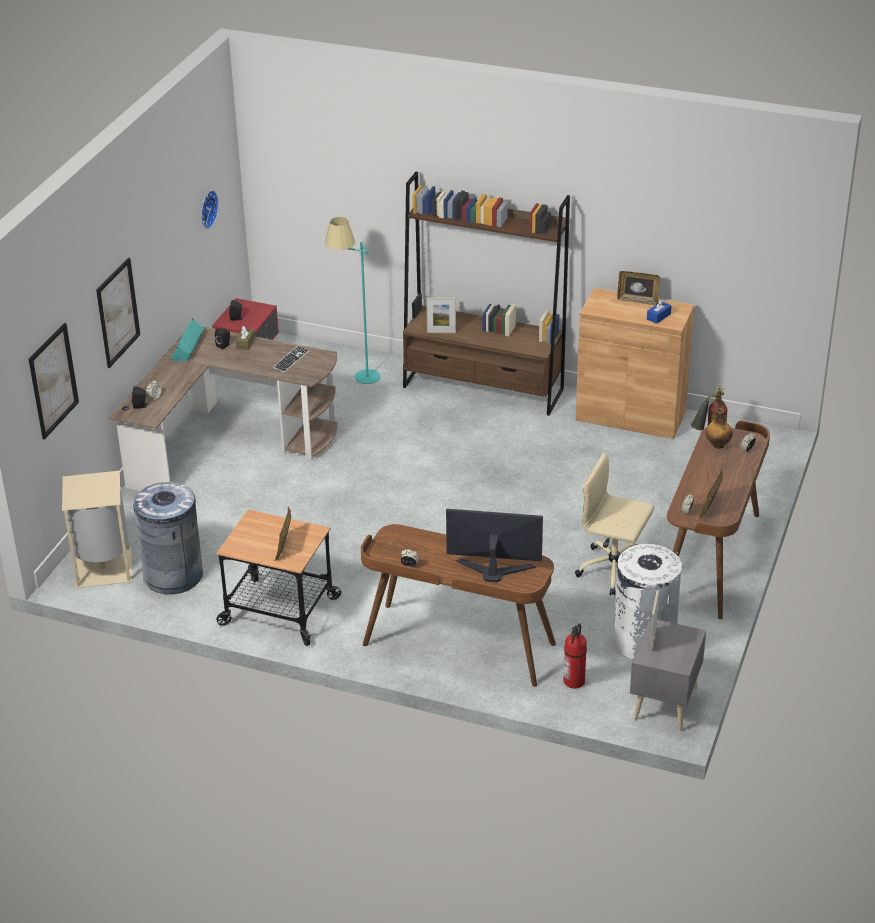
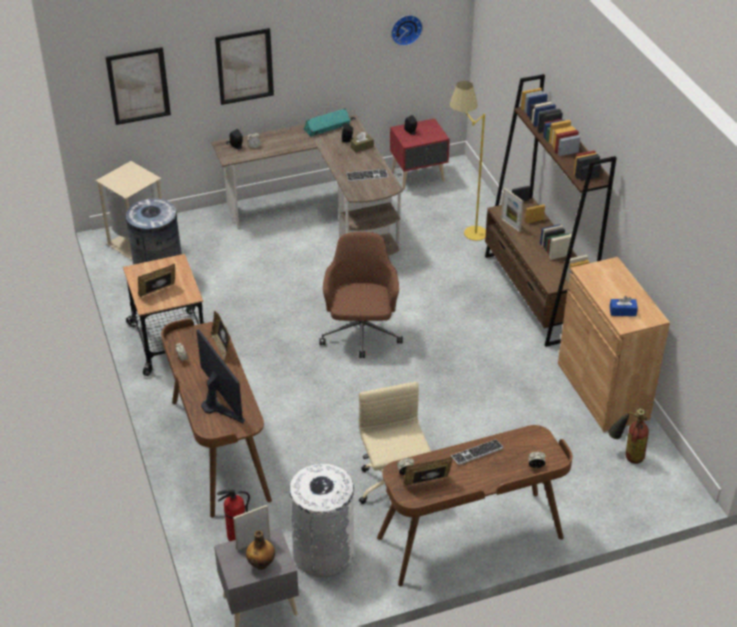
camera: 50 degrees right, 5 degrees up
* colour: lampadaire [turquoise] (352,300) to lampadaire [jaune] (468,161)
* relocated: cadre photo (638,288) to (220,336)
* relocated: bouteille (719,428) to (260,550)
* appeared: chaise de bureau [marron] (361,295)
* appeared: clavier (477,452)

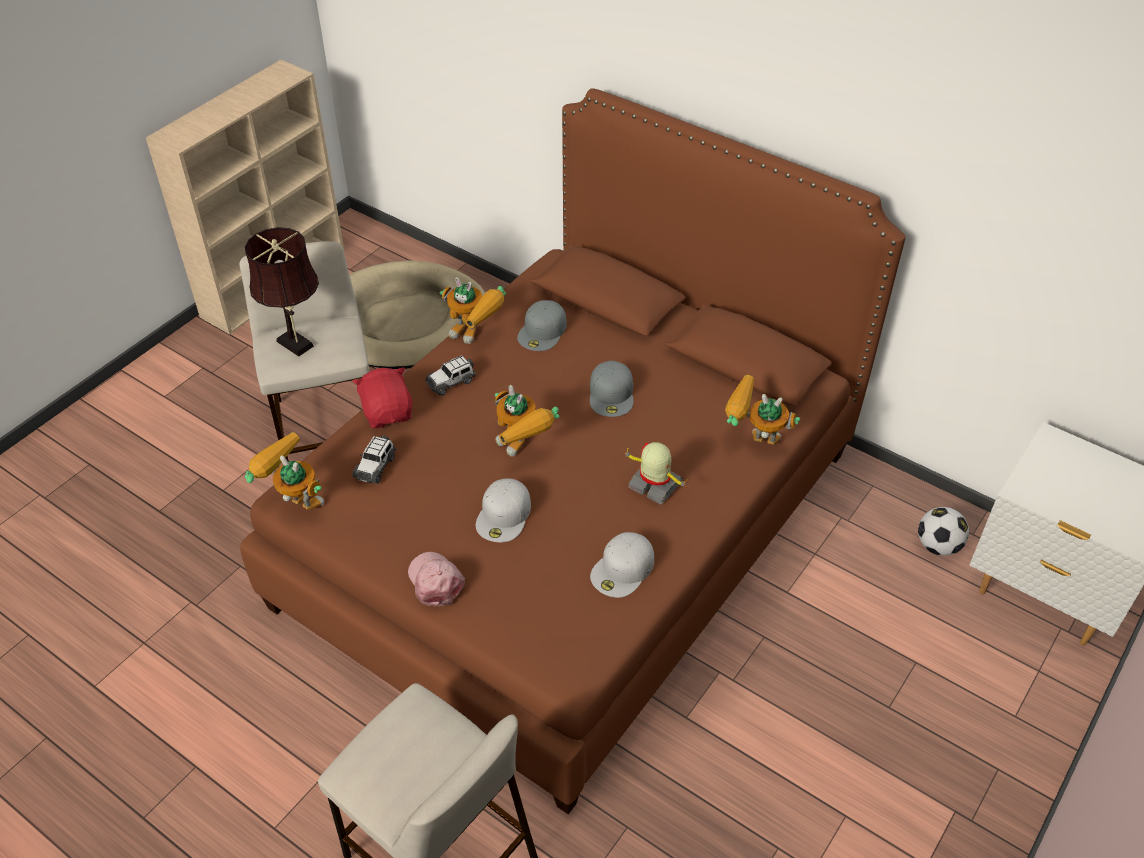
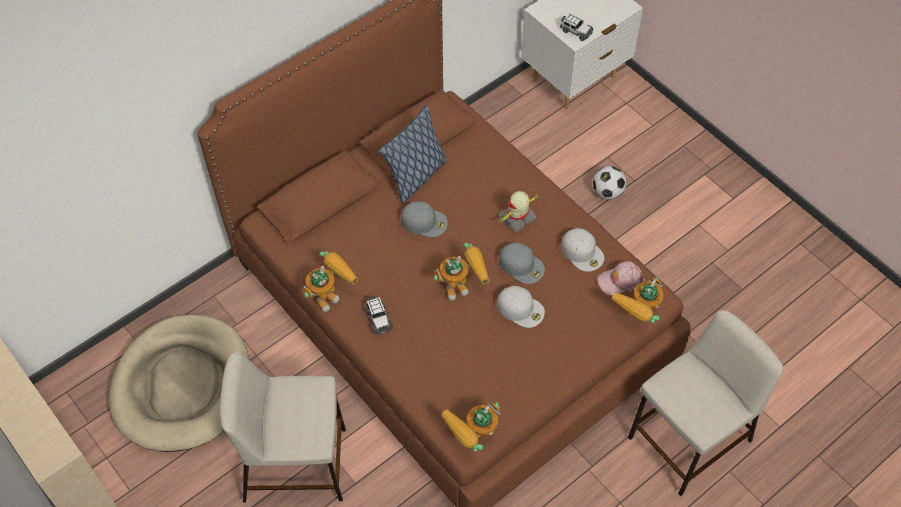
camera: 75 degrees left, 10 degrees up
* missing: lampe de table [marron] (282,292)
* relocated: casquette [gris] (542,325) to (522,263)
* missing: peluche [rouge] (382,397)
* relocated: robot jouet (762,410) to (637,300)
* relocated: petite voiture (374,459) to (576,27)
* relocated: ballon de foot (943,531) to (610,182)
* relocated: casquette [rose] (436,579) to (621,278)
* appeared: coussin (413,155)

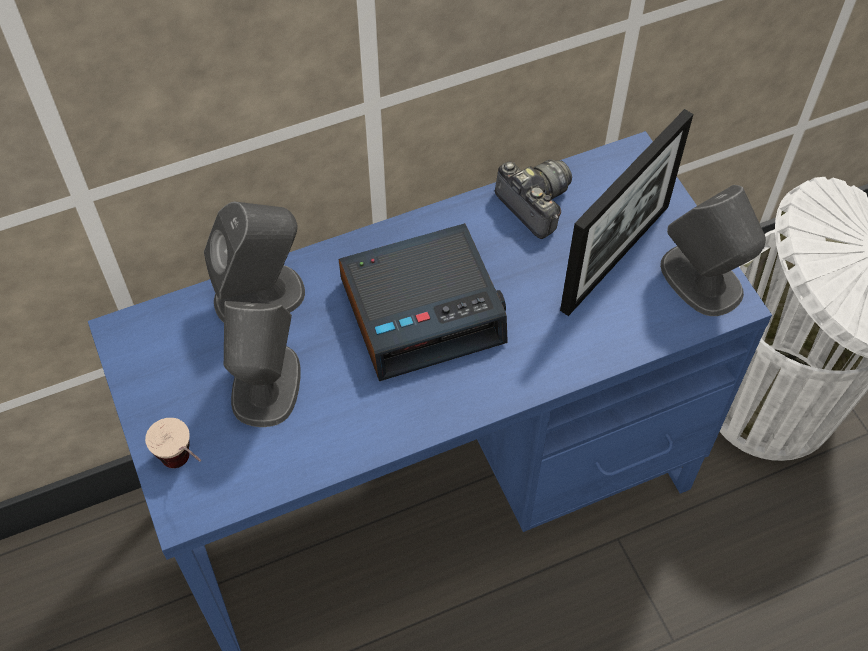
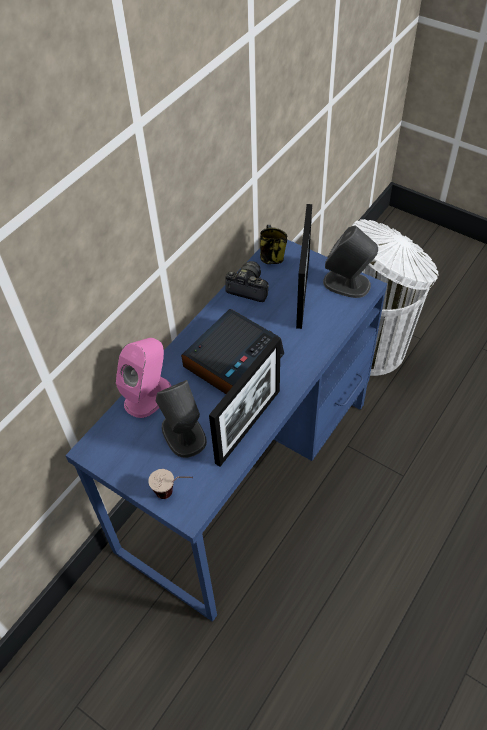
camera: 30 degrees left, 5 degrees down
* colour: enceinte [gris] (254,262) to enceinte [rose] (143,378)
* appeared: mug (274,244)
* appeared: cadre photo (245,401)

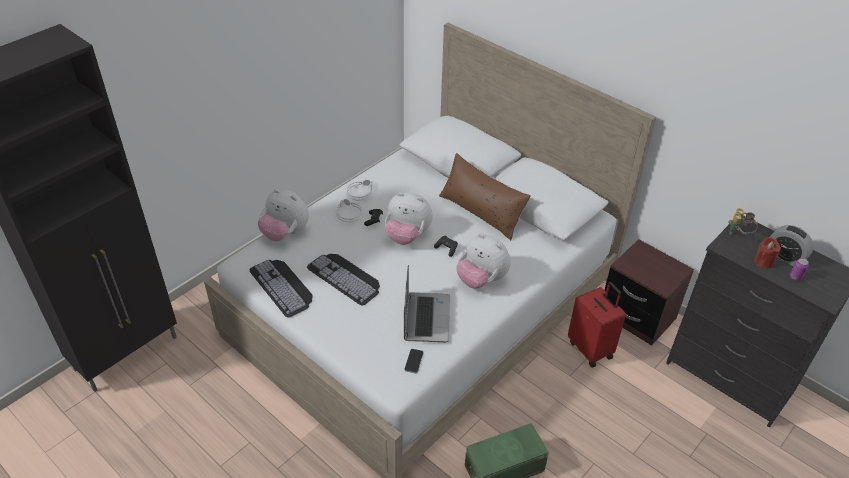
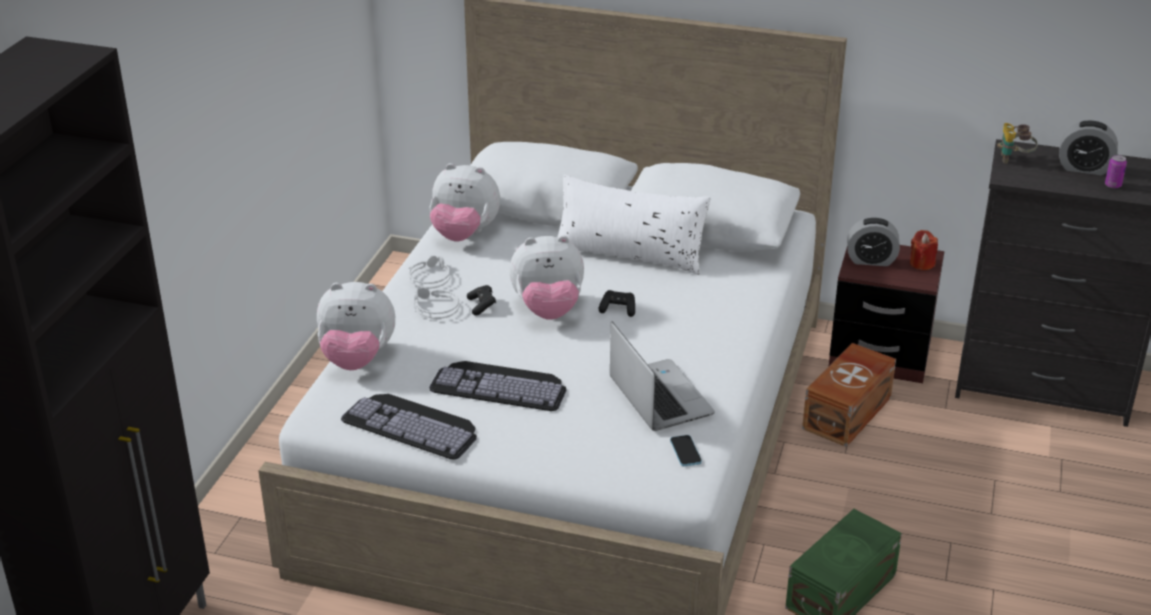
camera: 25 degrees left, 10 degrees down
* colour: coussin [marron] (485,196) to coussin [blanc] (634,225)
* relocated: peluche (484,261) to (464,202)
* relocated: bougie [rouge] (767,252) to (924,250)
* exchanged: valise [rouge] (597,324) to boîte de rangement [marron] (849,395)
* appeared: réveil (873,241)

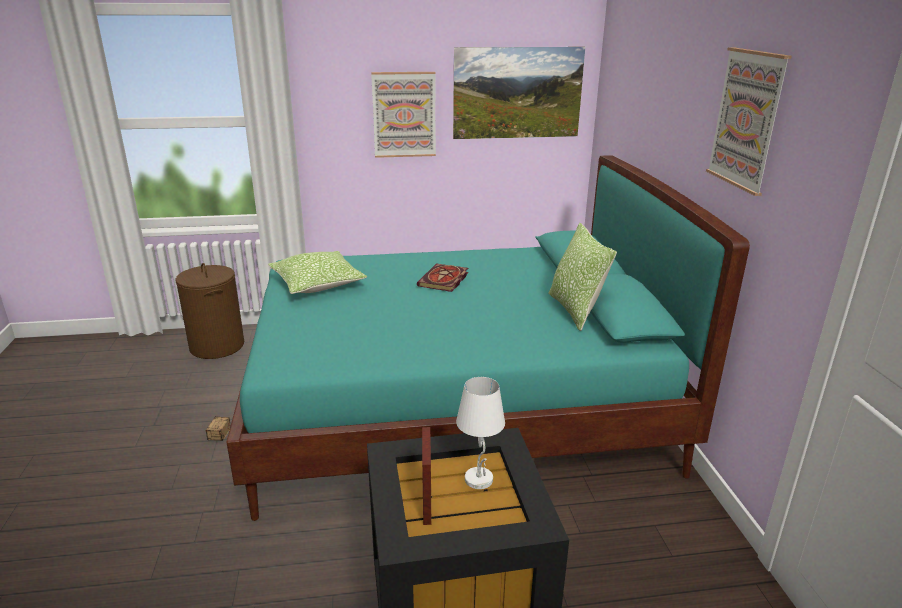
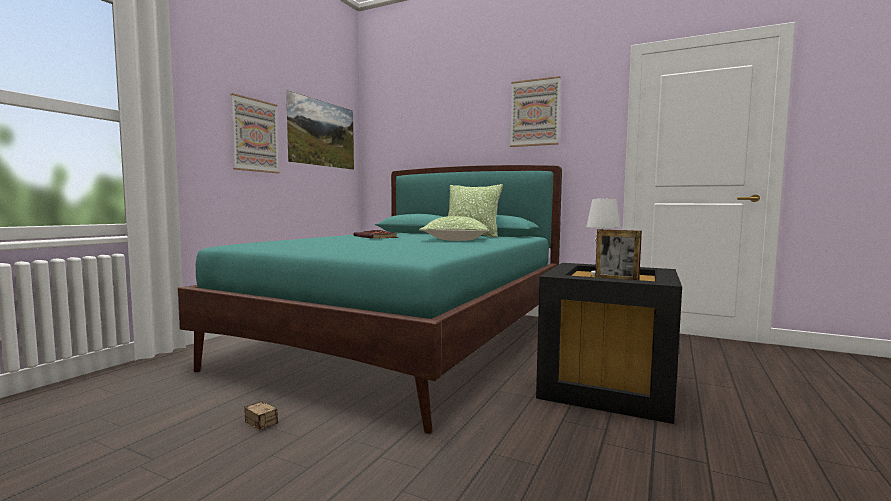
camera: 55 degrees left, 20 degrees down
* relocated: coussin (317,272) to (454,228)
* missing: panier à linge [marron] (209,311)

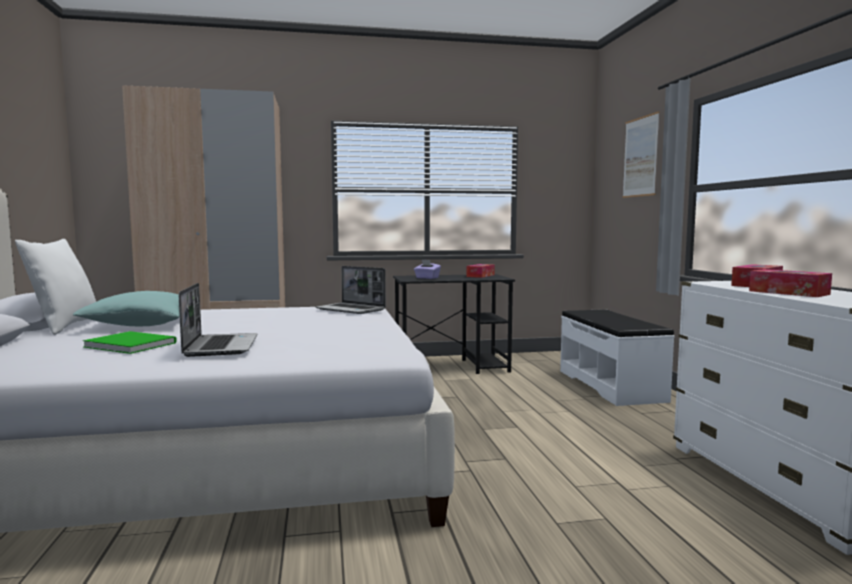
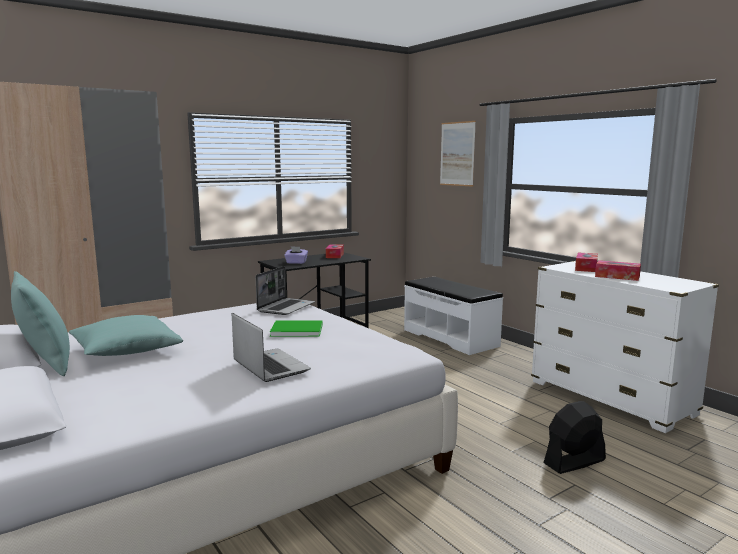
camera: 25 degrees left, 5 degrees up
* colour: coussin [blanc] (55,287) to coussin [turquoise] (40,323)
* spun: ordinateur portable (350,290) = (285,290) 75 degrees counterclockwise
* relocated: livre [vert] (130,342) to (296,329)
* appeared: ventilateur [noir] (575,437)

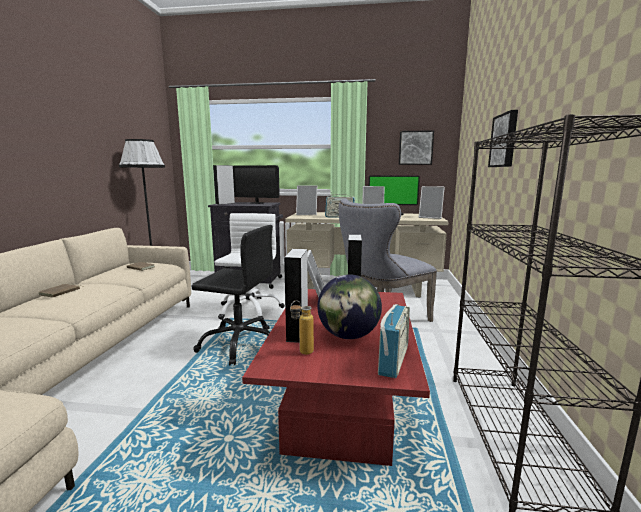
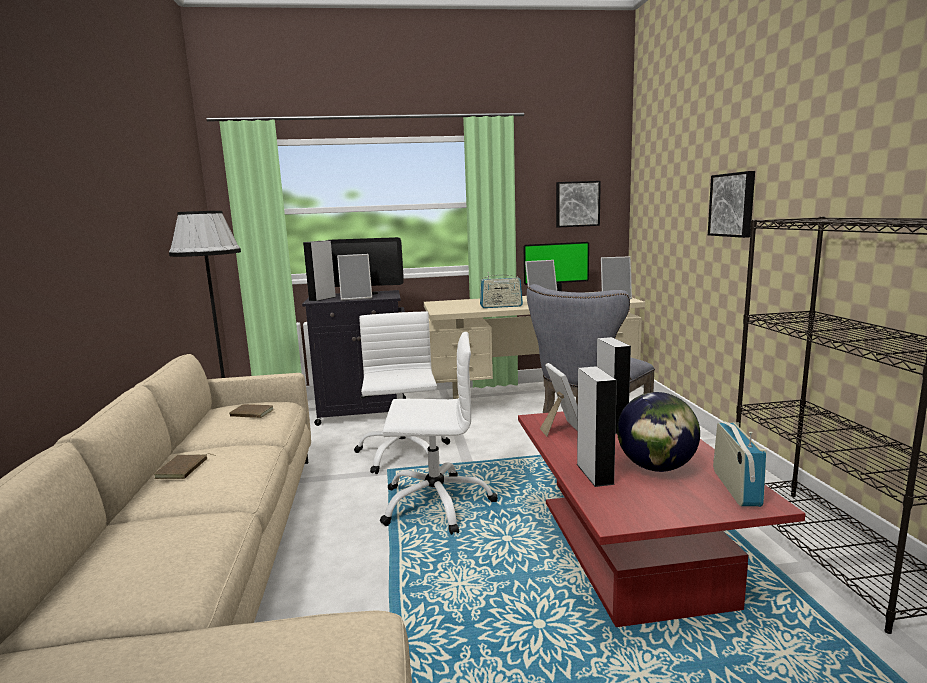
camera: 15 degrees left, 0 degrees up
* relocated: cadre photo (306,200) to (354,277)
* colour: chaise de bureau [noir] (232,295) to chaise de bureau [blanc] (439,433)
* missing: bouteille (302,327)

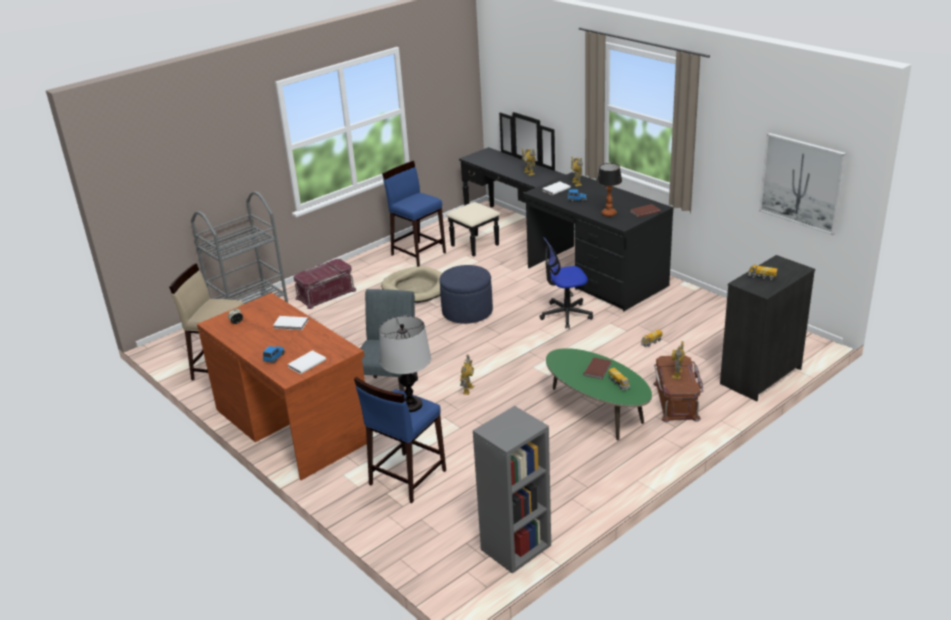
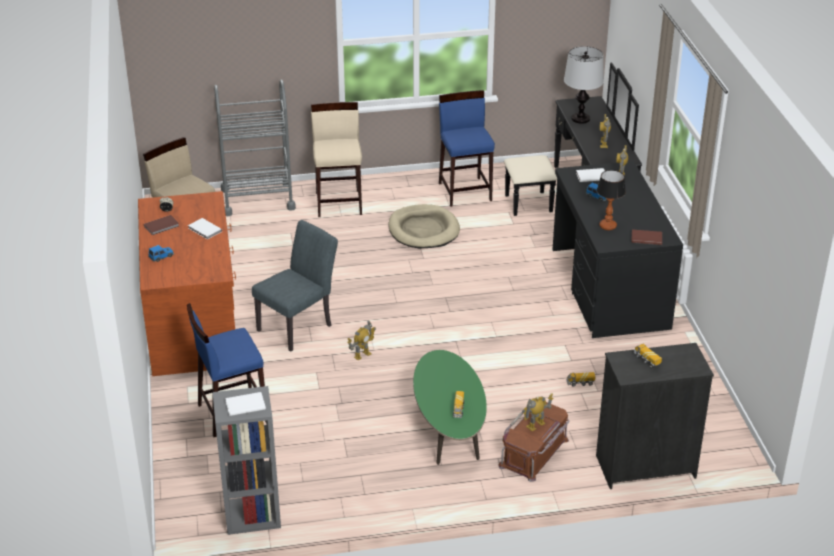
camera: 30 degrees right, 5 degrees up
* missing: tableau (802,184)
* missing: chaise de bureau (566,283)
* exchanged: boîte de rangement [rouge] (325,284) to tabouret [beige] (336,159)
* missing: pouf [bleu] (466,294)
* relocated: lampe de table (405,364) to (584,85)
* relocated: livre [blanc] (307,362) to (245,404)
* relocated: livre [marron] (597,368) to (161,225)

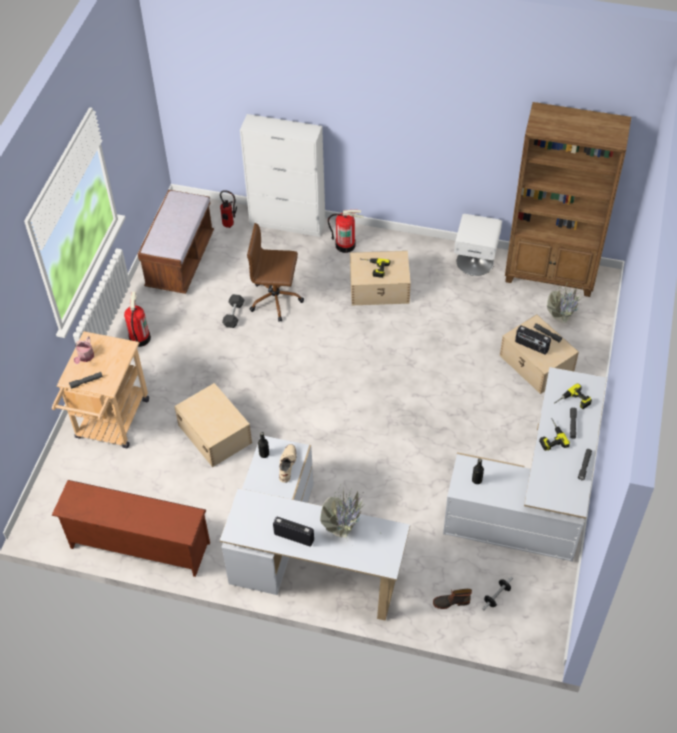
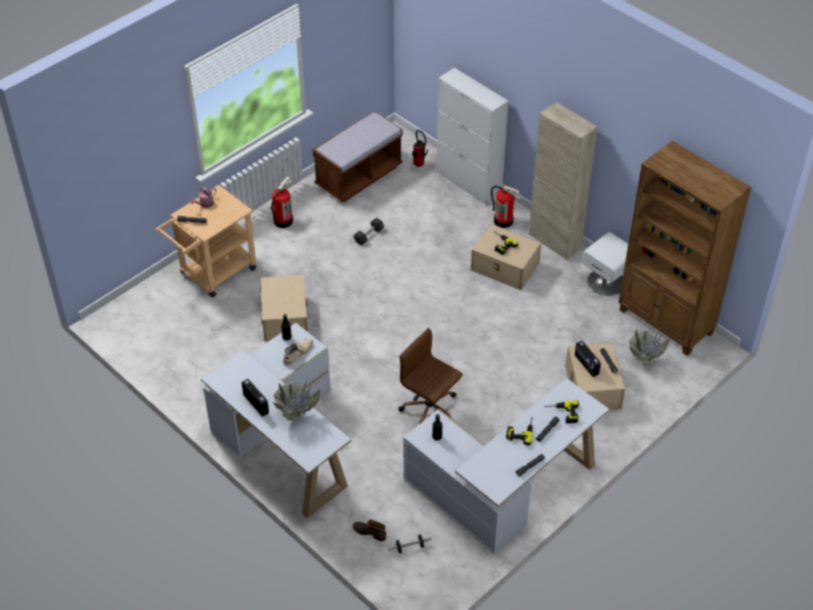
camera: 30 degrees right, 5 degrees down
* relocated: chaise de bureau [marron] (275,272) to (430,376)
* missing: étagère à chaussures [marron] (130,528)
* appeared: meuble de rangement [beige] (563,181)

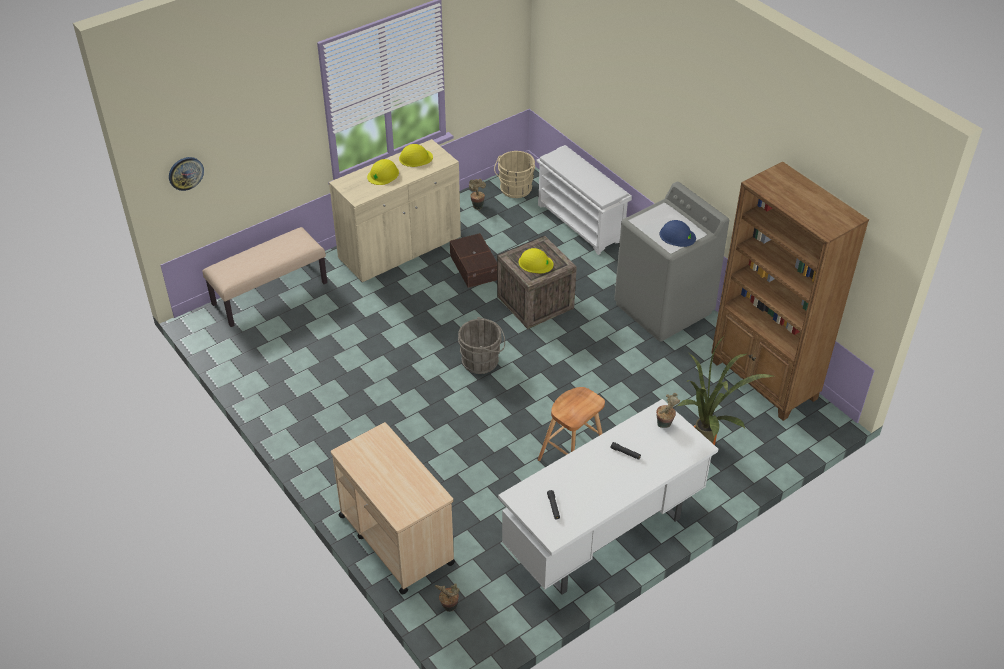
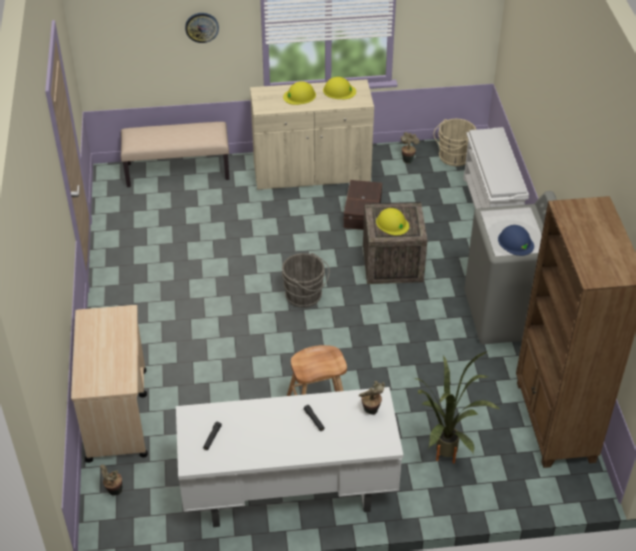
camera: 30 degrees right, 0 degrees up
* relocated: horloge murale (186,174) to (202,28)

